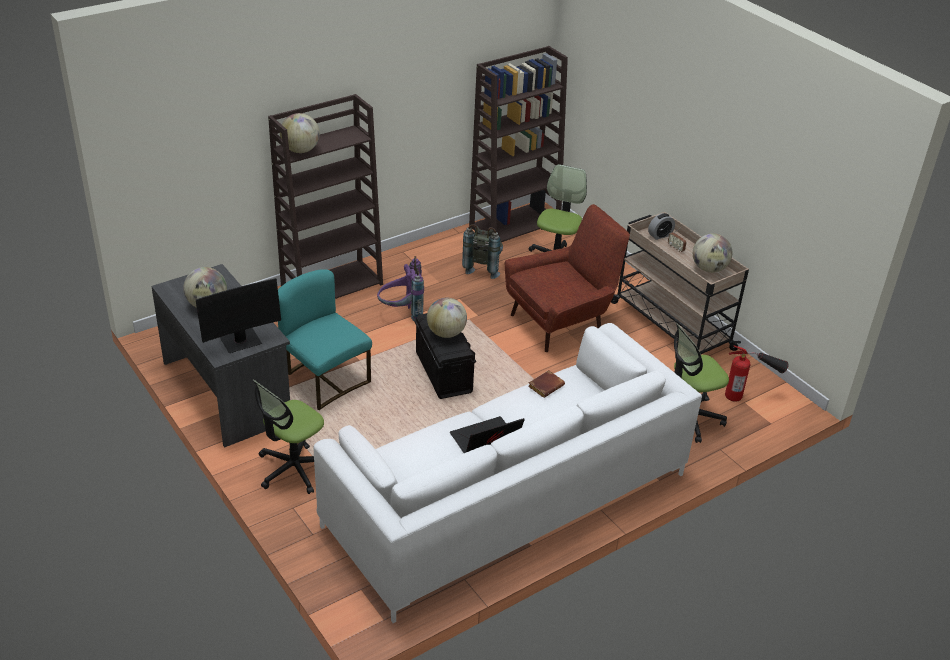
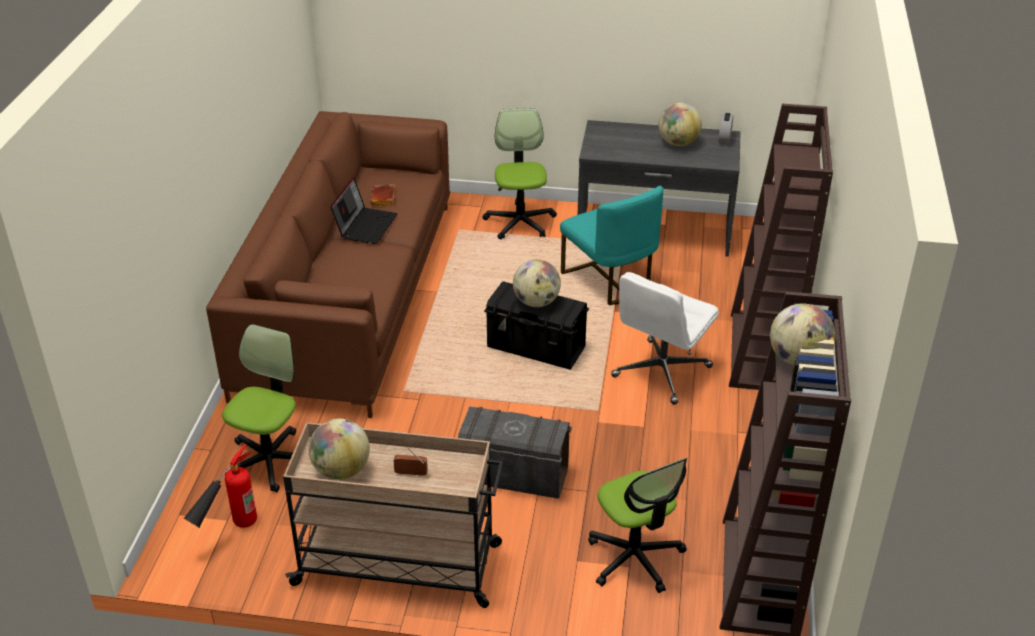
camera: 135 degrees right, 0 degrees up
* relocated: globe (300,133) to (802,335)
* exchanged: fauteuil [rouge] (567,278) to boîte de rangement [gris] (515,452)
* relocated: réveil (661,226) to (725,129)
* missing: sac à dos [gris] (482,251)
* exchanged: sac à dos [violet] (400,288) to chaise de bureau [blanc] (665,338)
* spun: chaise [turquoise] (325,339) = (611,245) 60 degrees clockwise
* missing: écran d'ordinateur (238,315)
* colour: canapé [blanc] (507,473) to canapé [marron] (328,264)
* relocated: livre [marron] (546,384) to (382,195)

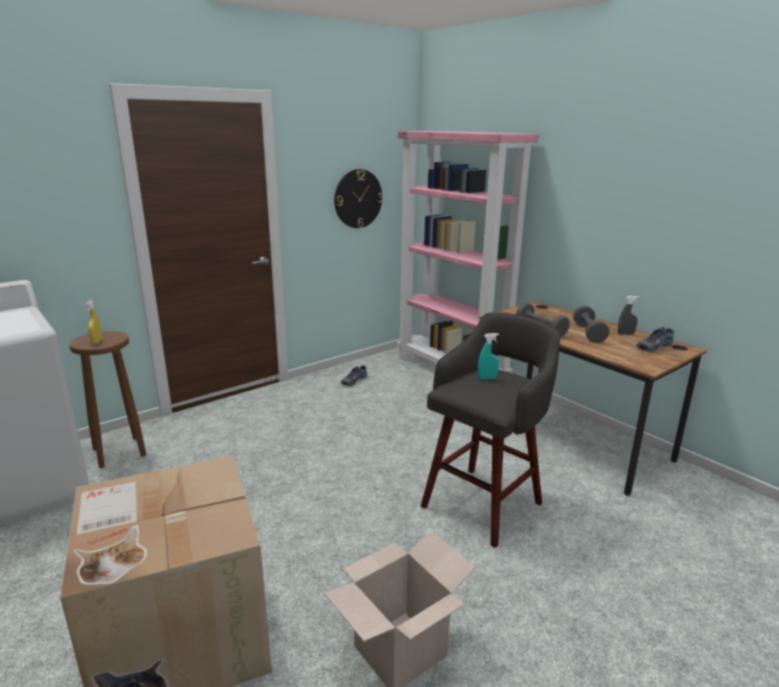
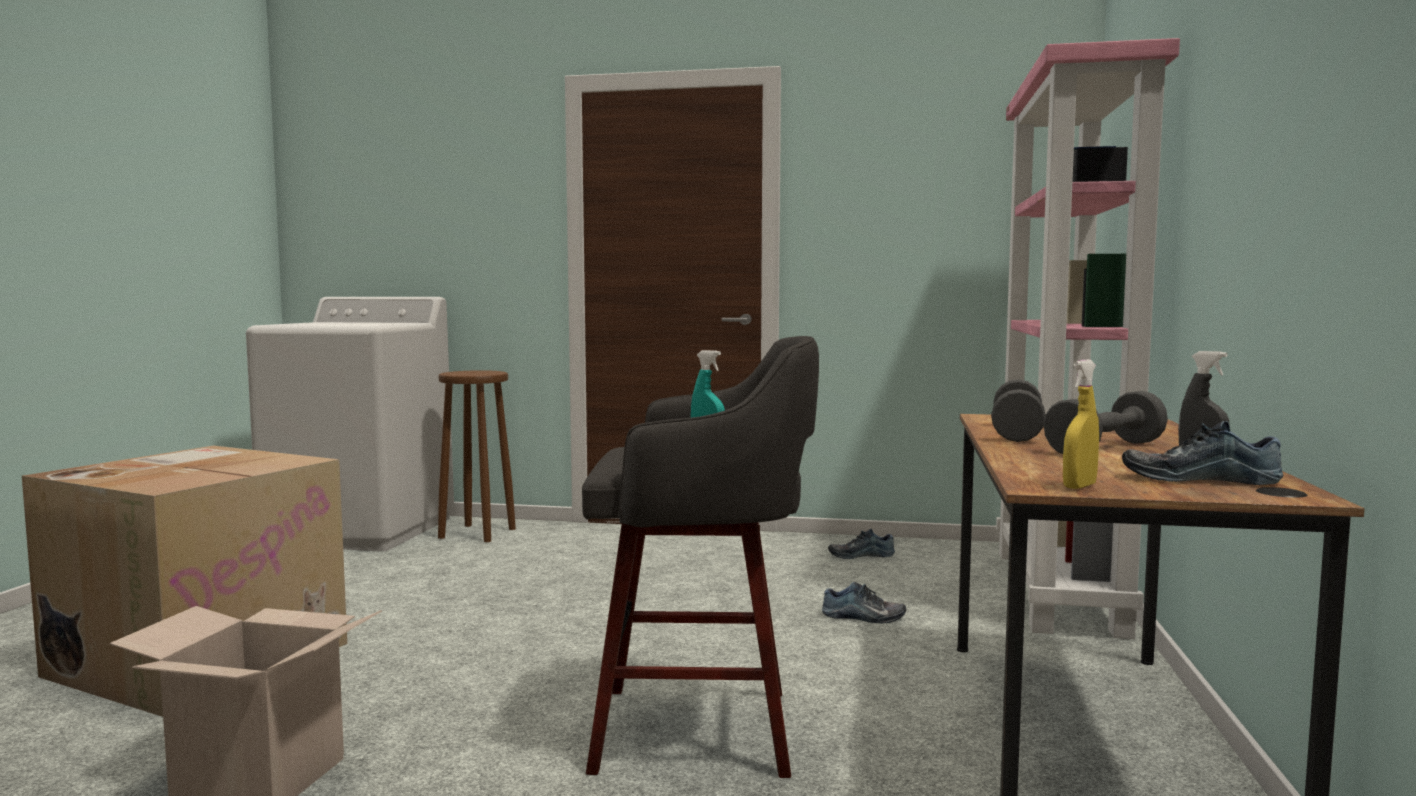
camera: 50 degrees right, 15 degrees down
* missing: horloge murale (358,198)
* relocated: vaporisateur [jaune] (94,322) to (1081,424)
* appeared: chaussure (864,603)

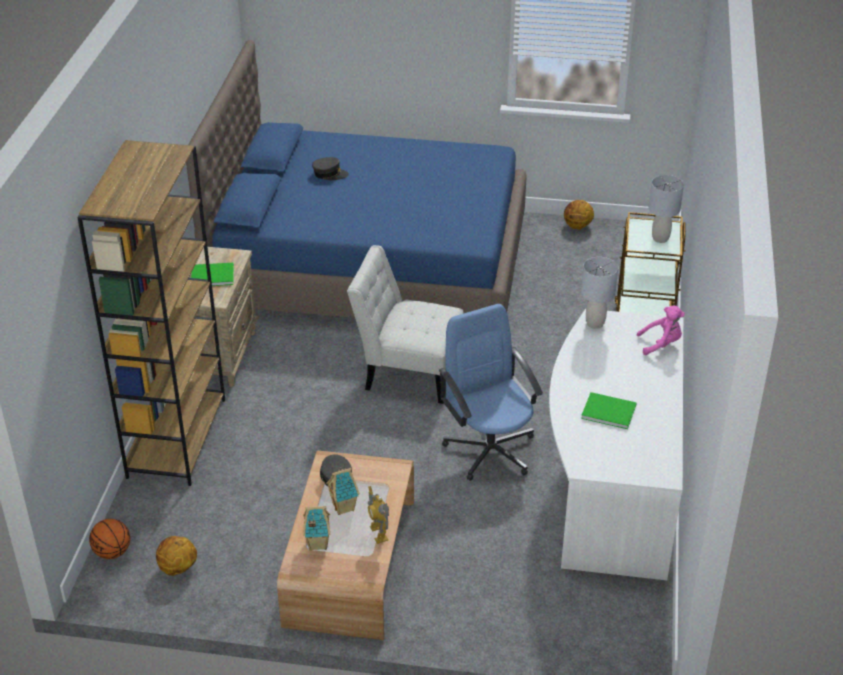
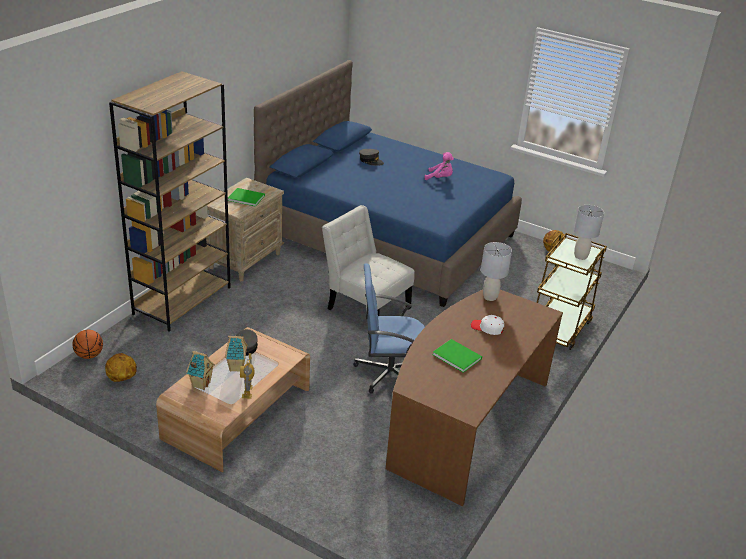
camera: 20 degrees right, 5 degrees down
* spun: chaise de bureau [bleu] (491,392) = (389,328) 90 degrees counterclockwise
* relocated: peluche [rose] (661,330) to (439,166)
* colour: bureau [blanc] (616,444) to bureau [marron] (474,398)
* appeared: casquette [blanc] (487,325)

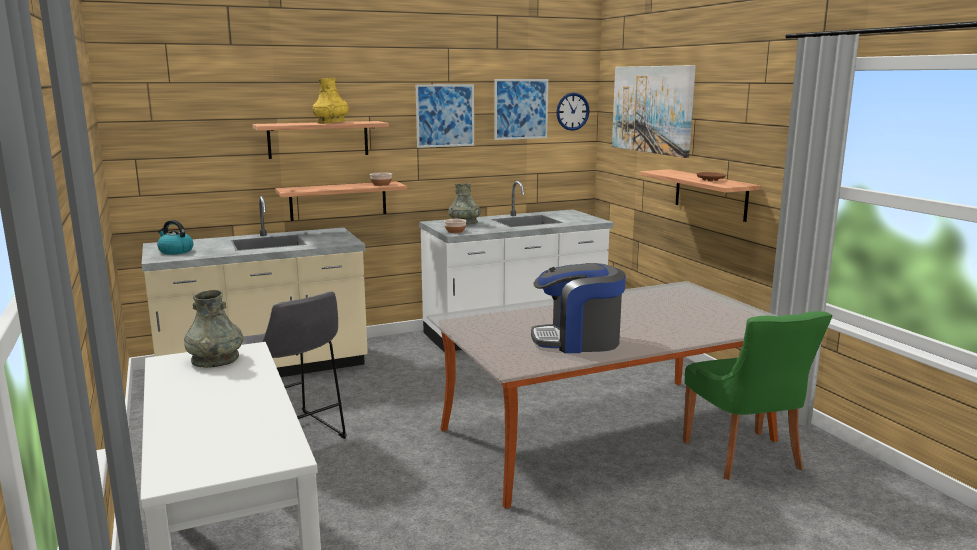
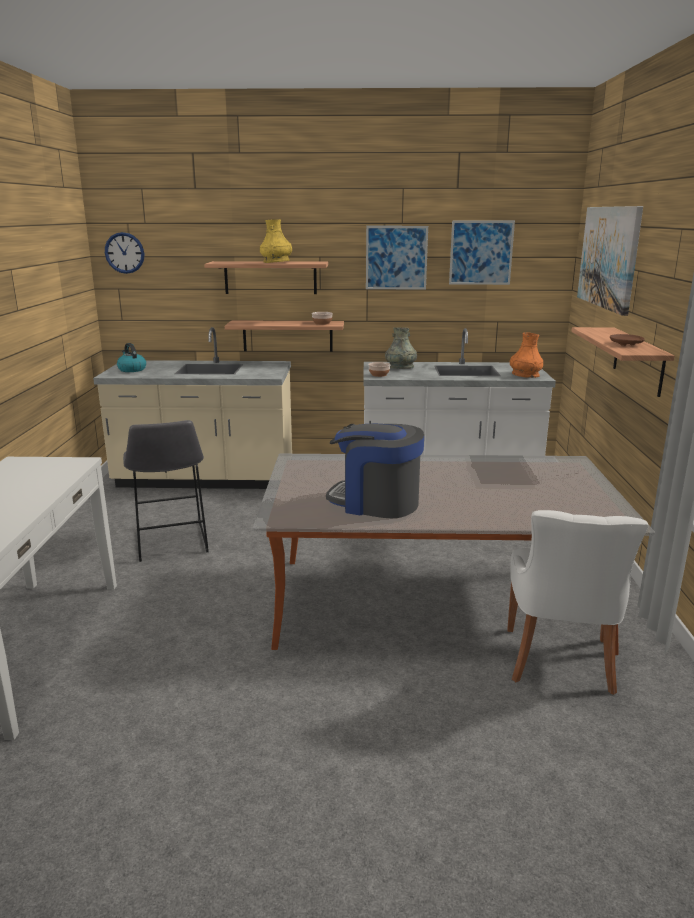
camera: 25 degrees right, 5 degrees up
* relocated: horloge murale (573,112) to (124,253)
* missing: vase [gris] (214,329)
* colour: chaise [vert] (757,395) to chaise [blanc] (578,602)
* appeared: vase [orange] (526,355)

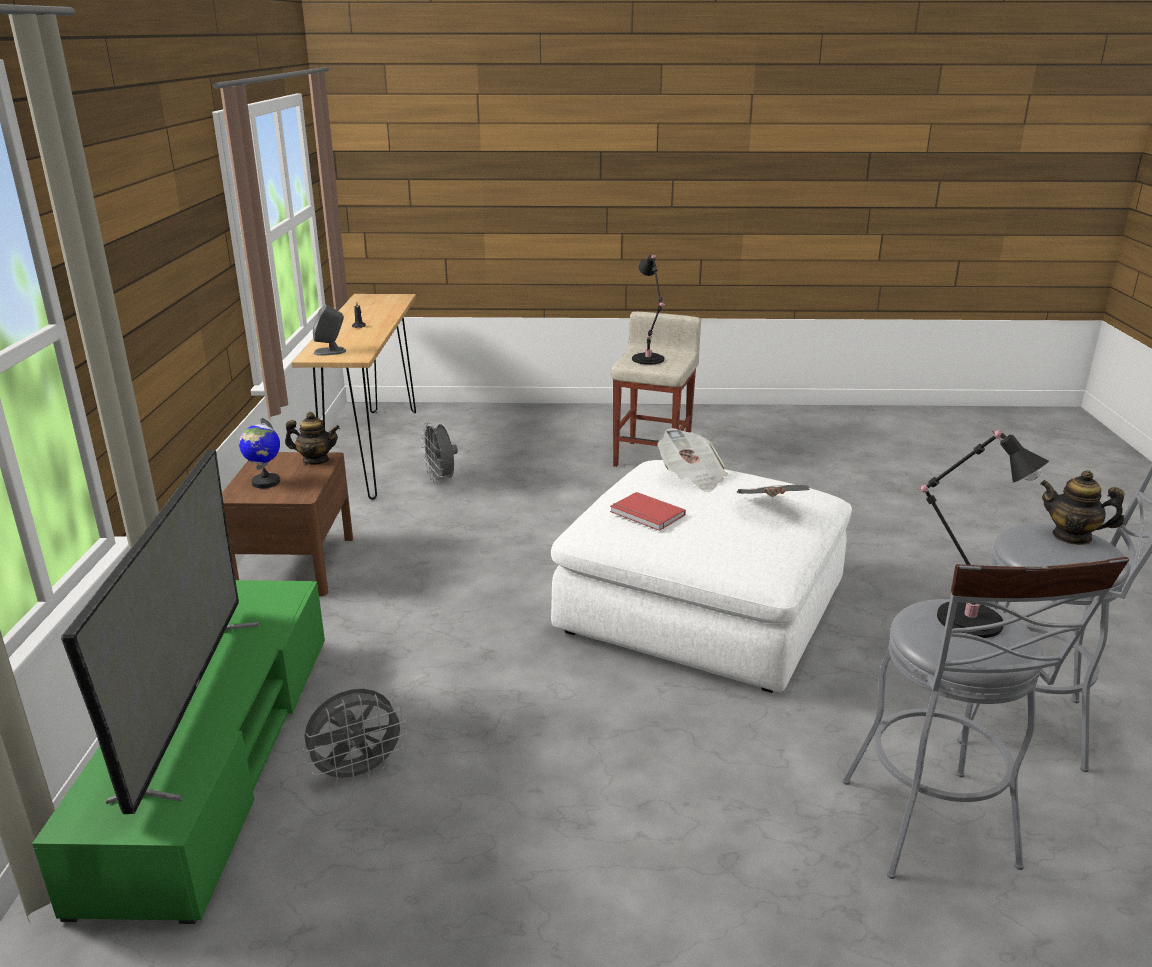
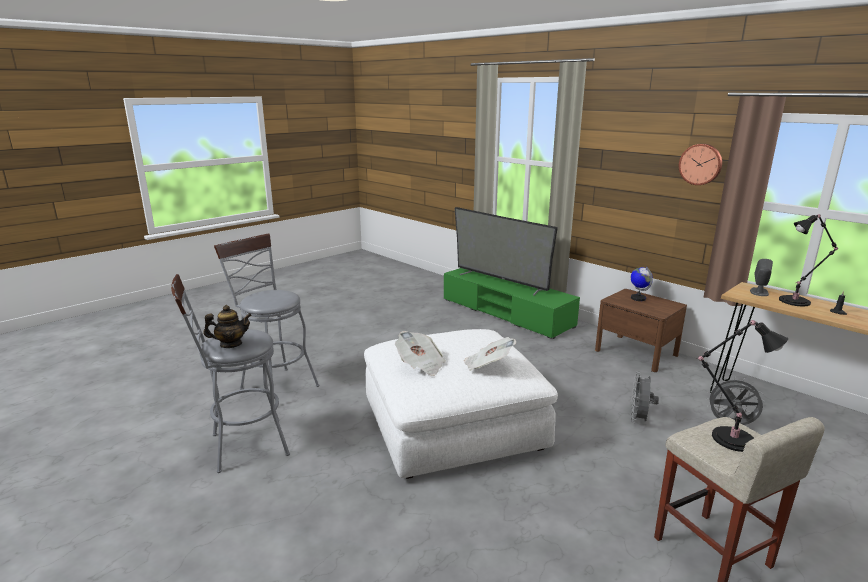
camera: 135 degrees right, 5 degrees down
* missing: théière (312,438)
* relocated: lampe de table [noir] (983,534) to (808,260)
* missing: livre [rouge] (648,511)
* relocated: ventilateur [gris] (354,737) to (645,397)
* appeared: horloge murale (700,164)

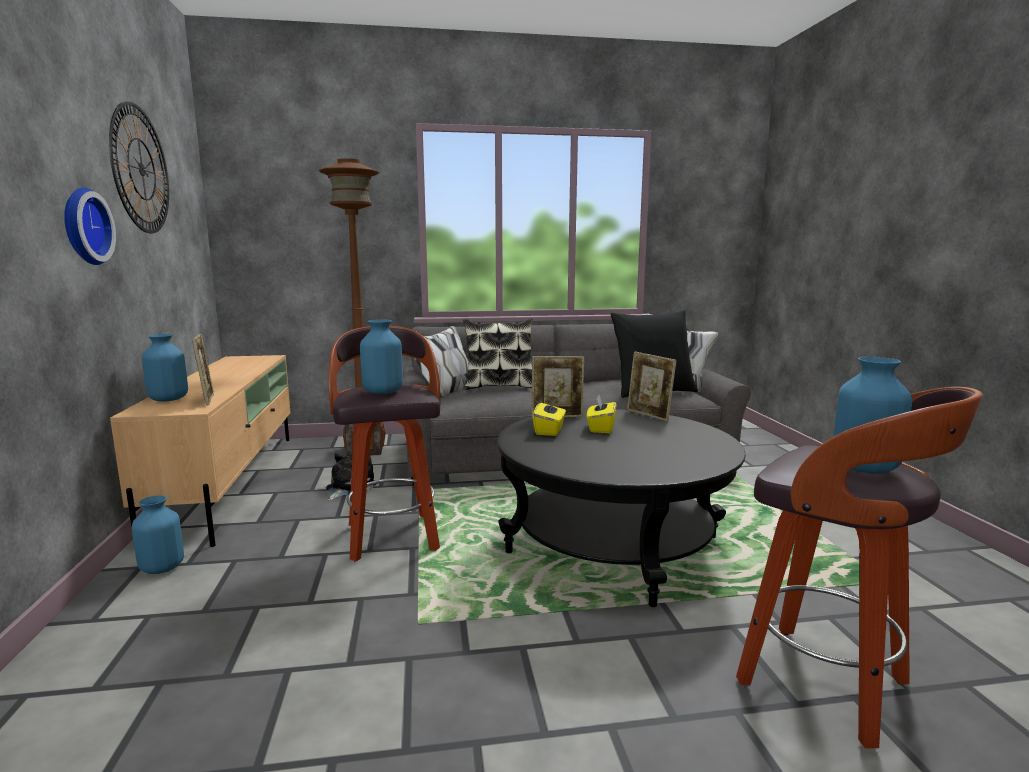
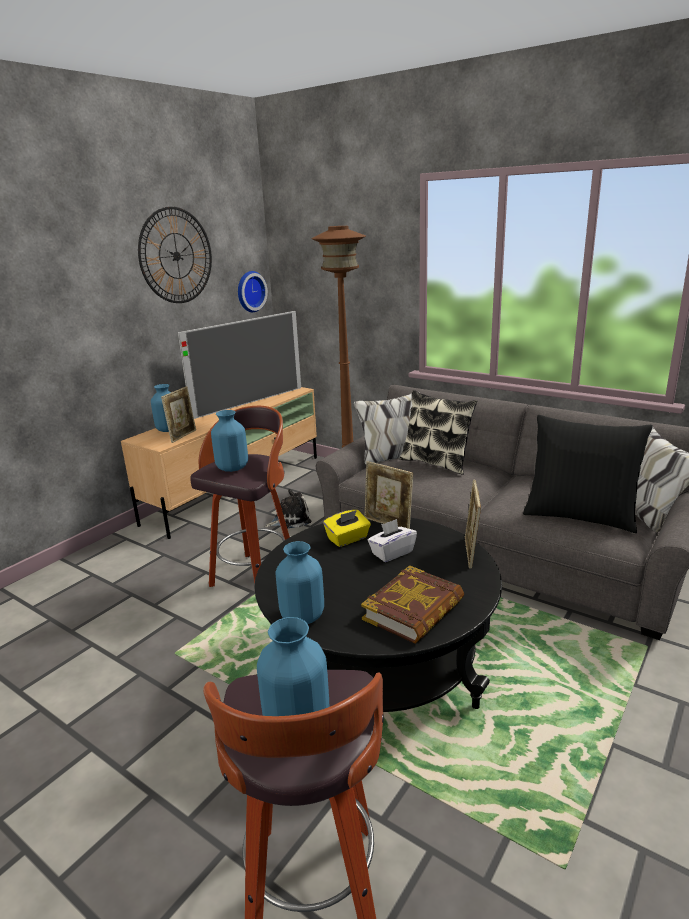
camera: 45 degrees right, 10 degrees up
* relocated: horloge murale (90,226) to (253,291)
* colour: boîte à mouchoirs [jaune] (602,414) to boîte à mouchoirs [blanc] (392,540)
* relocated: vase [bleu] (158,534) to (300,582)
* appeared: téléviseur (239,365)
* appeared: livre (412,605)

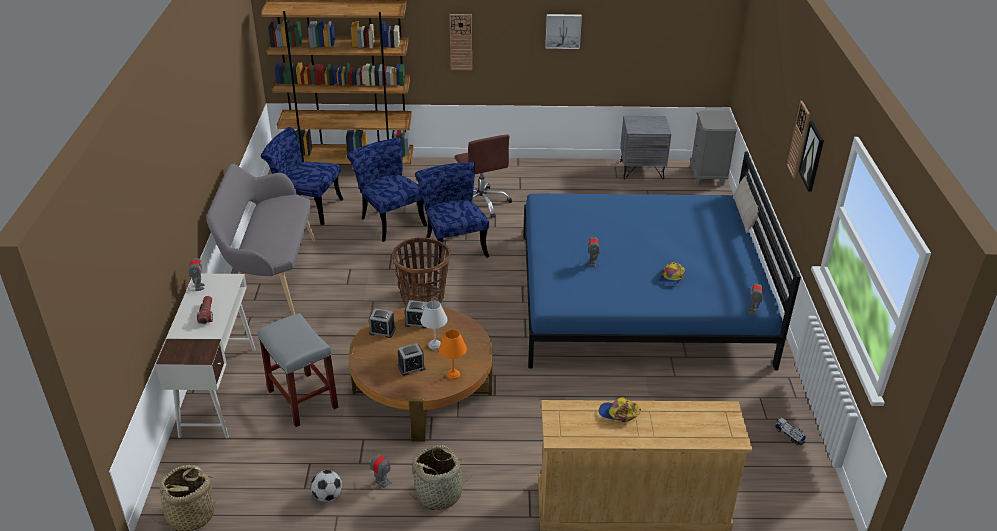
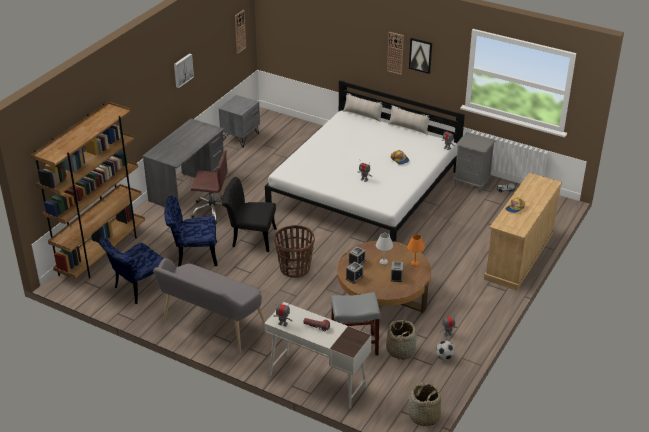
camera: 60 degrees left, 0 degrees up
* relocated: horloge murale (461,42) to (240,32)
* relocated: table de chevet [gris] (713,148) to (474,162)
* colour: lit [bleu] (662,260) to lit [blanc] (365,161)
* colour: chaise [bleu] (452,213) to chaise [noir] (249,214)
* relocated: panier (441,477) to (401,340)
* appeared: coussin [beige] (409,120)
* appeared: bureau [gris] (183,162)

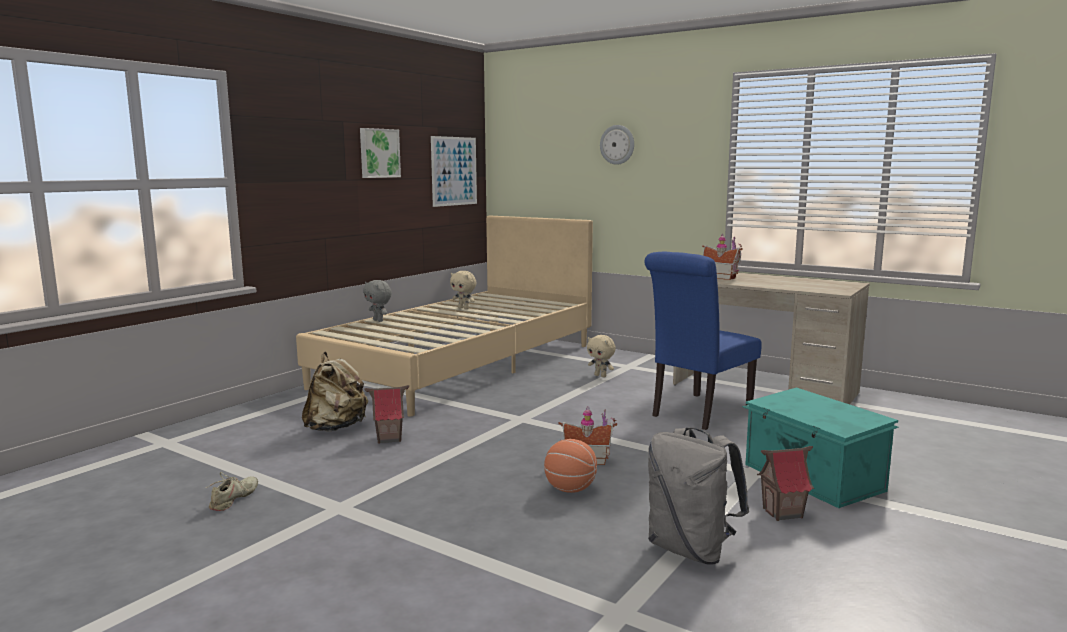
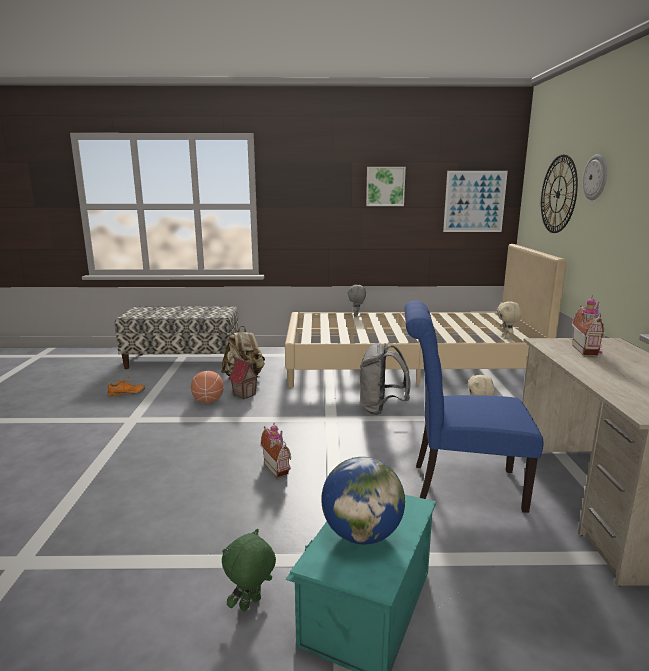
camera: 55 degrees right, 5 degrees up
* relocated: peluche [beige] (463,290) to (509,320)
* relocated: sac à dos [gris] (698,495) to (385,379)
* relocated: ballon de basket (570,466) to (207,387)
* exchanged: maison miniature (785,483) to peluche [vert] (249,570)
* colour: chaussure [beige] (232,491) to chaussure [orange] (126,386)
* appeared: horloge murale (559,193)
* appeared: banc (177,337)
* appeared: globe (363,501)

